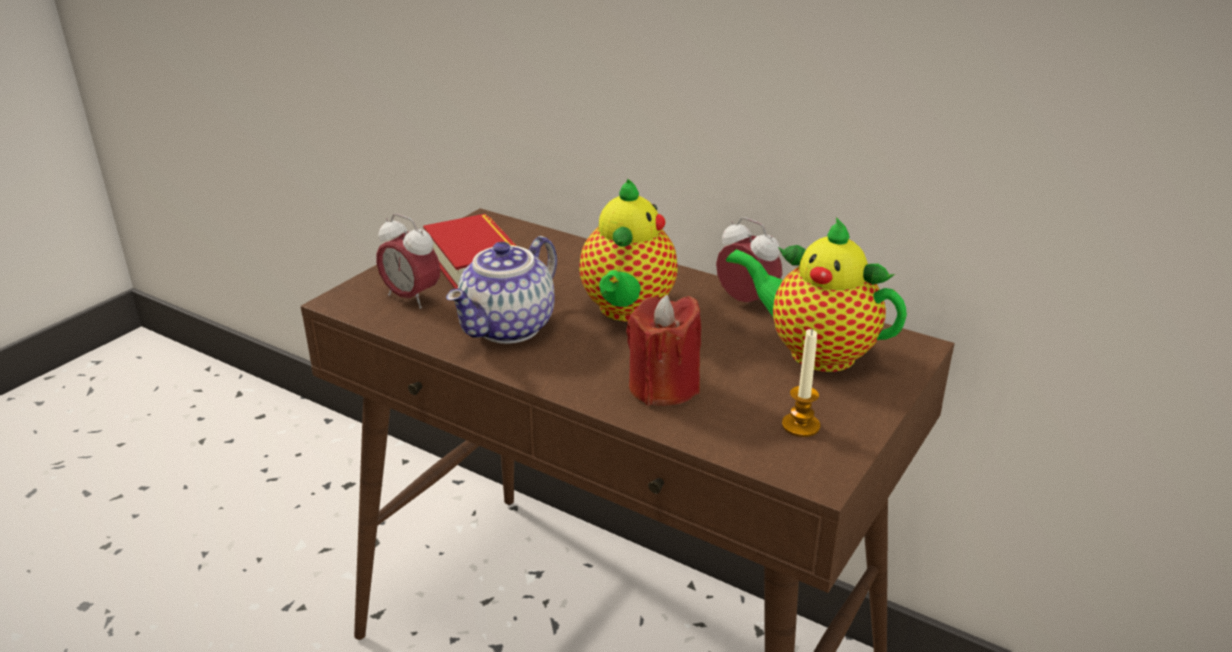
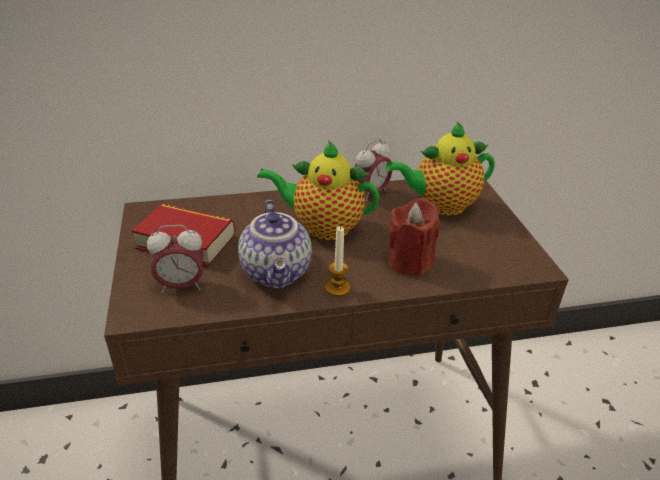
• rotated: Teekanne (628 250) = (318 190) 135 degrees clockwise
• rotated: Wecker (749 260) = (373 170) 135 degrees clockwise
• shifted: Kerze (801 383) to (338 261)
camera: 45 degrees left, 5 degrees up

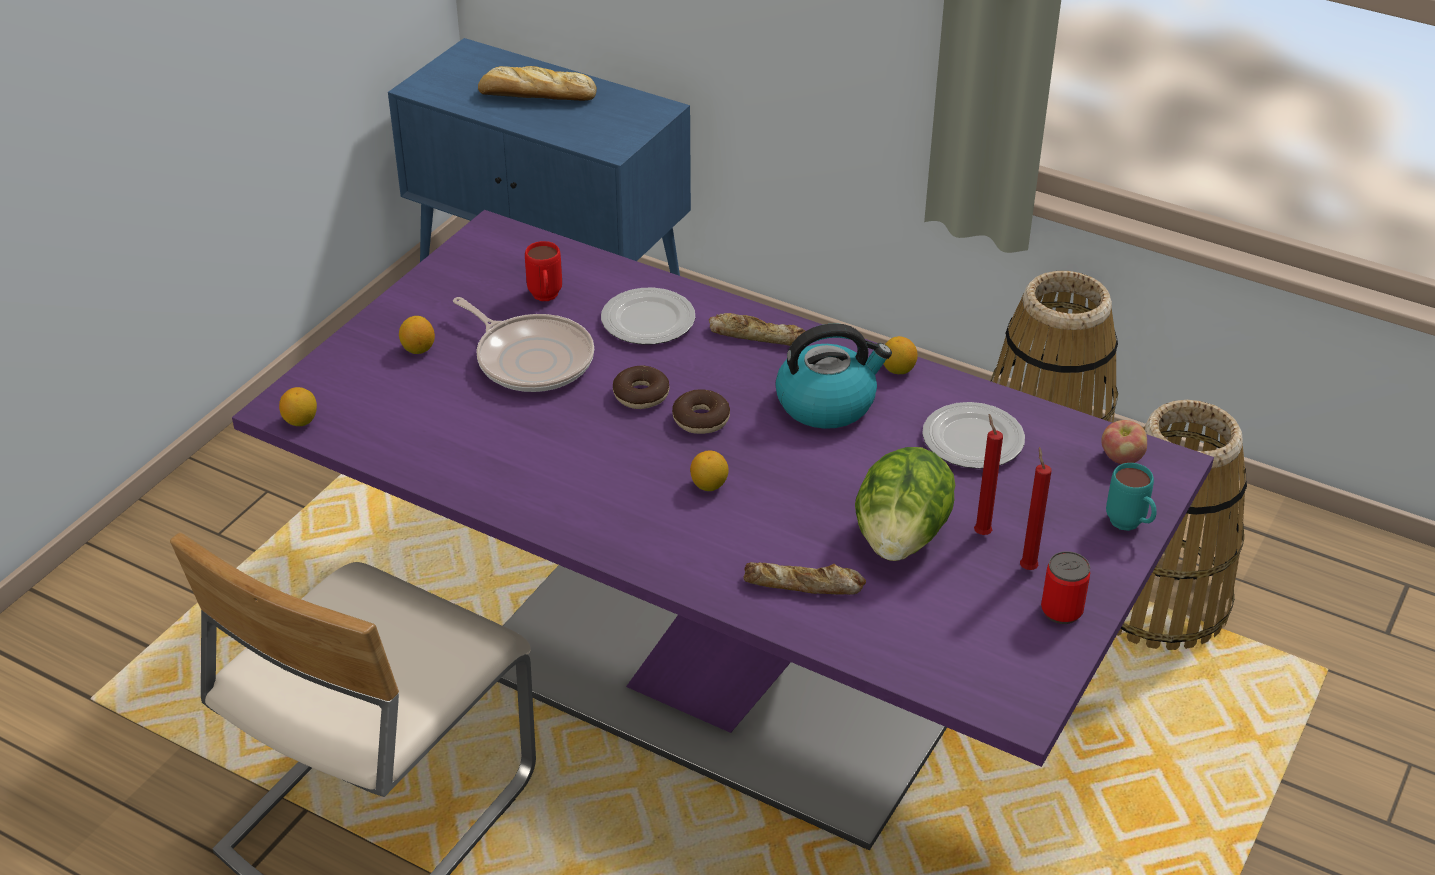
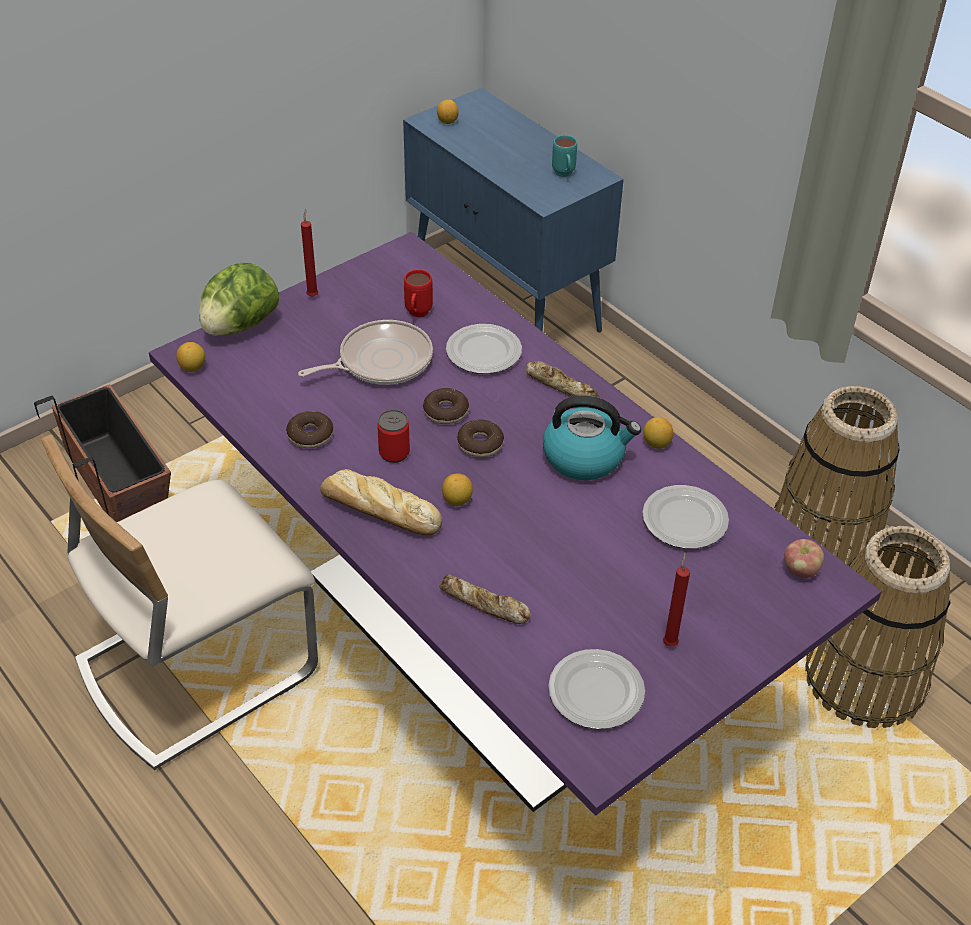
• shifted: Brot (537 83) to (381 502)
• rotated: Pfanne (523 344) = (365 352) 90 degrees counterclockwise
• shifted: Zitrone (417 335) to (448 111)
• shifted: Kerze [rot] (988 474) to (310 253)
• shifted: Salatkopf (905 504) to (239 299)
• shifted: Henkelbecher [türkis] (1131 497) to (564 156)
• shifted: Dose (1065 587) to (393 436)
• new: Pflanzkübel (102 453)
• new: Donut (309 429)
• new: Teller (596 689)
camera: 20 degrees right, 5 degrees up

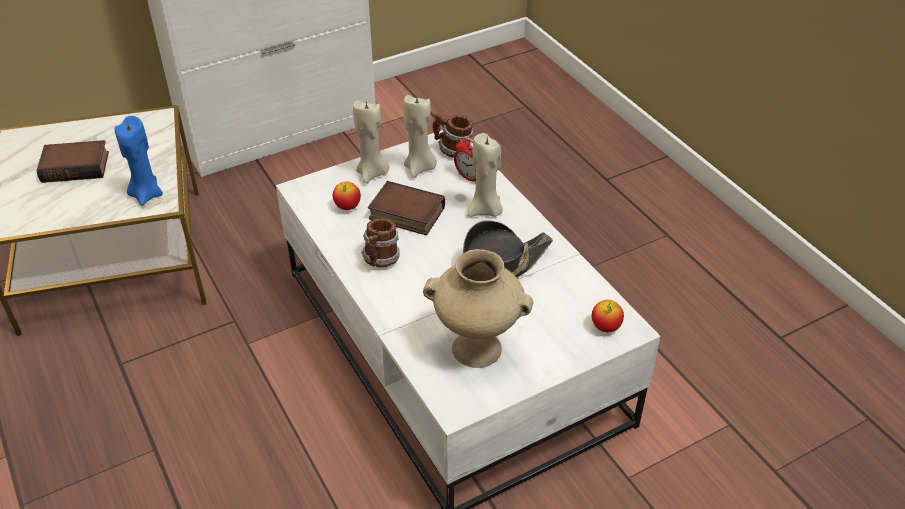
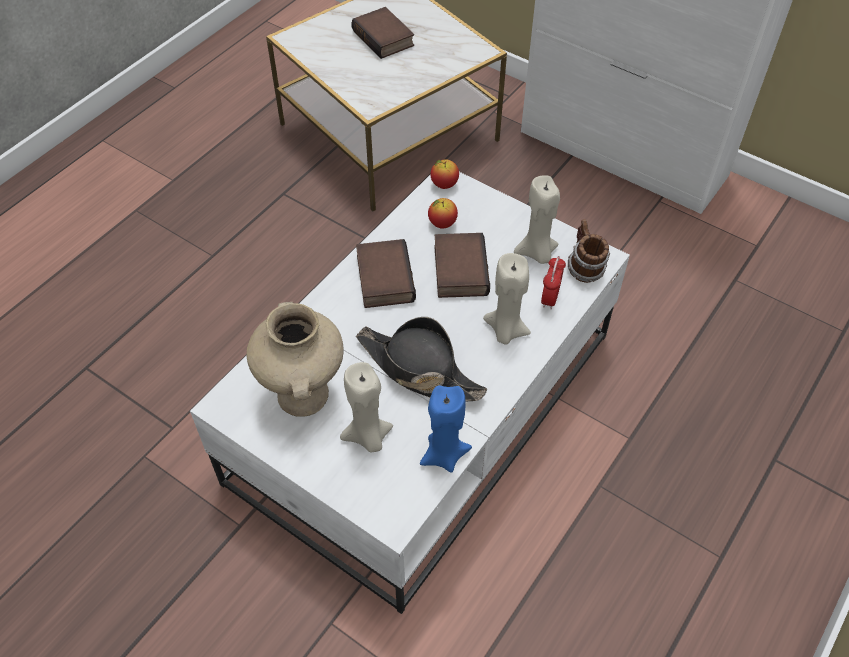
• shifted: Kerze [beige] (371 142) to (366 407)
• shifted: Kerze [blau] (139 161) to (446 428)
• swapped: Henkelbecher (380 242) to Buch (386 273)
• shifted: Apfel (608 316) to (444 174)
camera: 65 degrees right, 10 degrees up

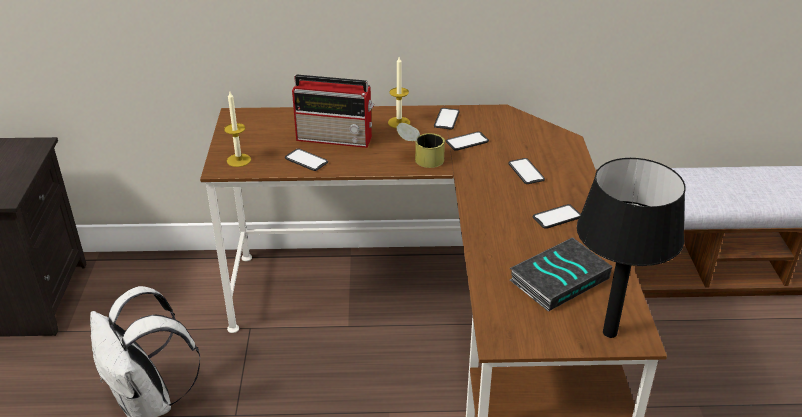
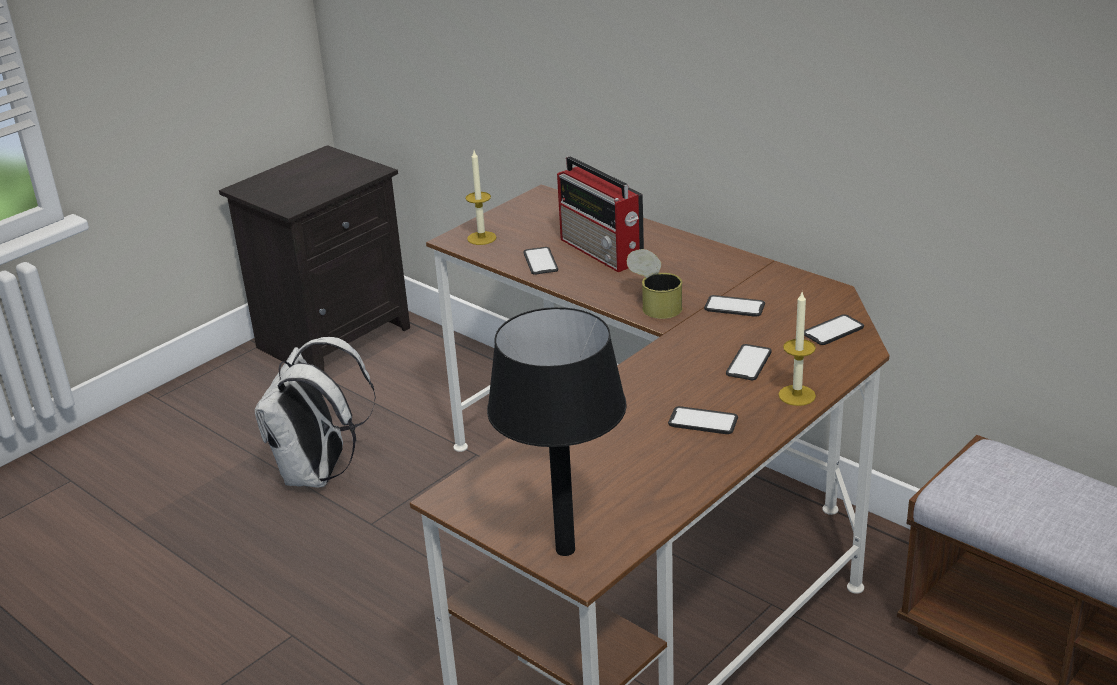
• shifted: Kerze (399 92) to (797 349)
• shifted: Handy (447 119) to (834 329)
• gone: Buch (561 274)
camera: 45 degrees right, 5 degrees down

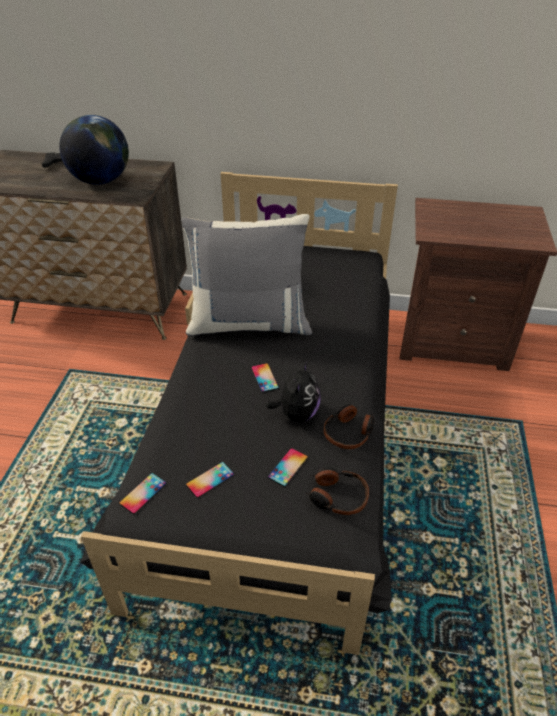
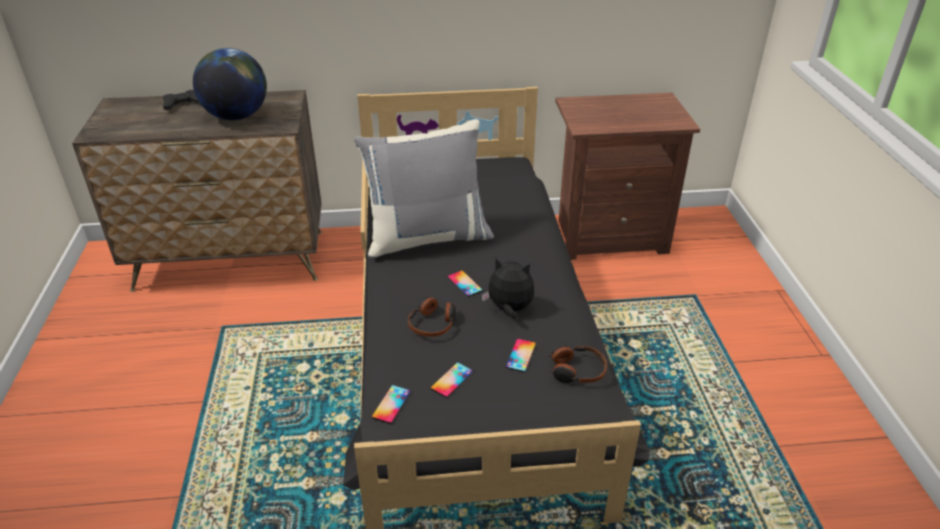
• rotated: Plüschtier (293 391) = (508 288) 75 degrees counterclockwise
• shifted: Kopfhörer (349 426) to (432 317)
camera: 15 degrees left, 5 degrees down

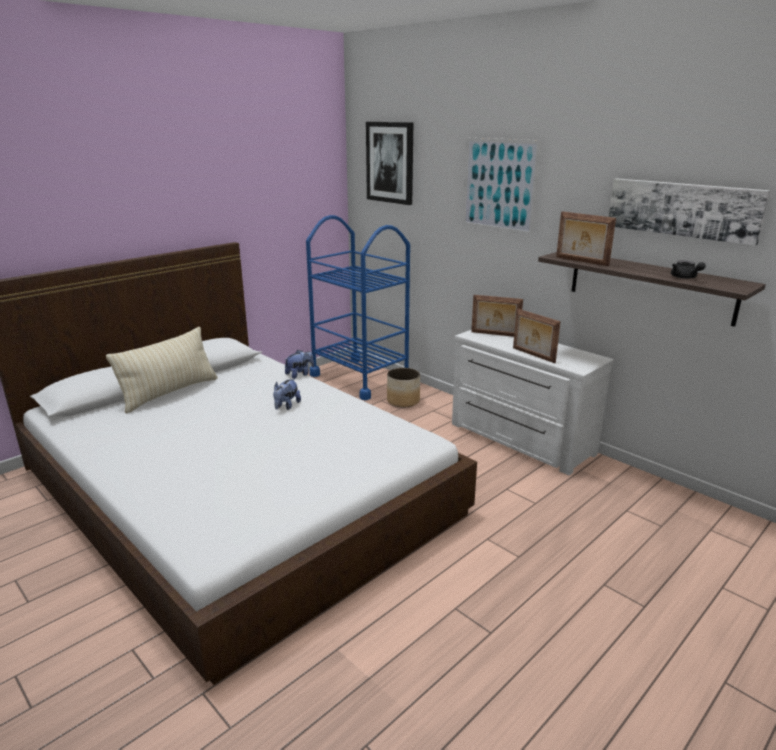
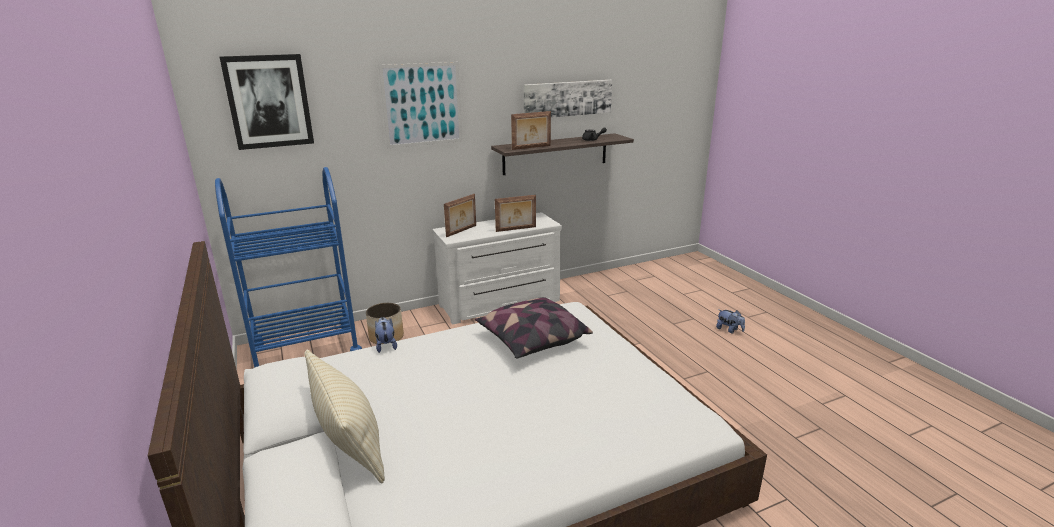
• shifted: Plüschtier (287 394) to (730 321)
• new: Kissen (534 328)
camera: 70 degrees left, 0 degrees up

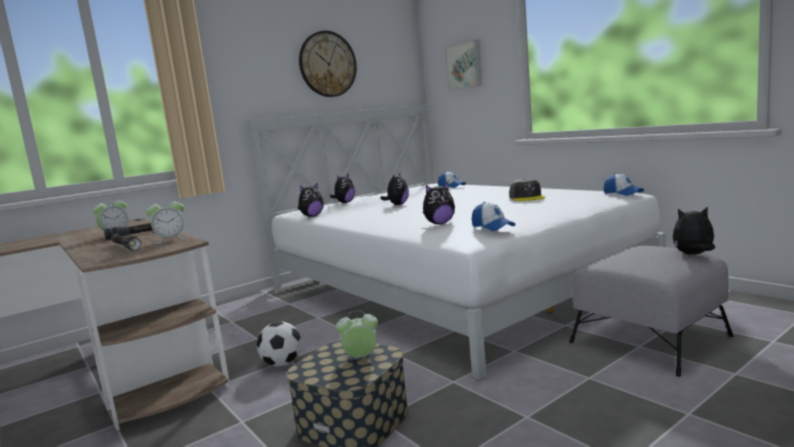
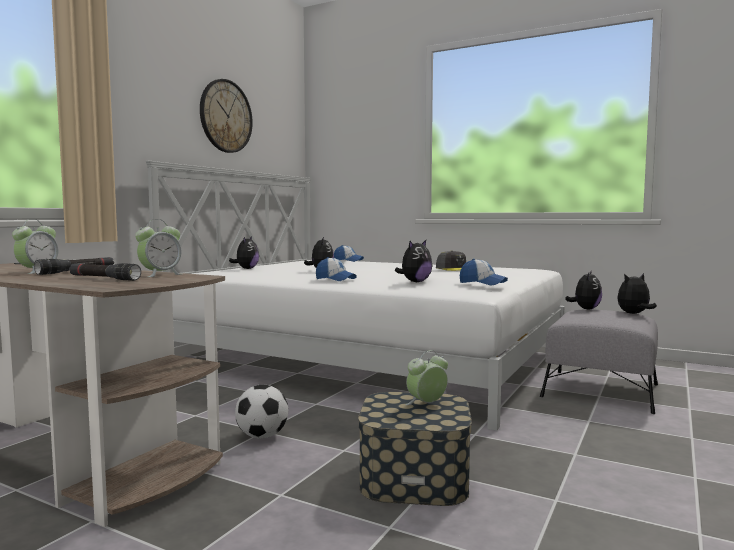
• gone: Bild (463 65)
• shifted: Kappe (623 184) to (336 269)
• shifted: Plüschtier (310 200) to (583 289)
camera: 25 degrees left, 5 degrees down

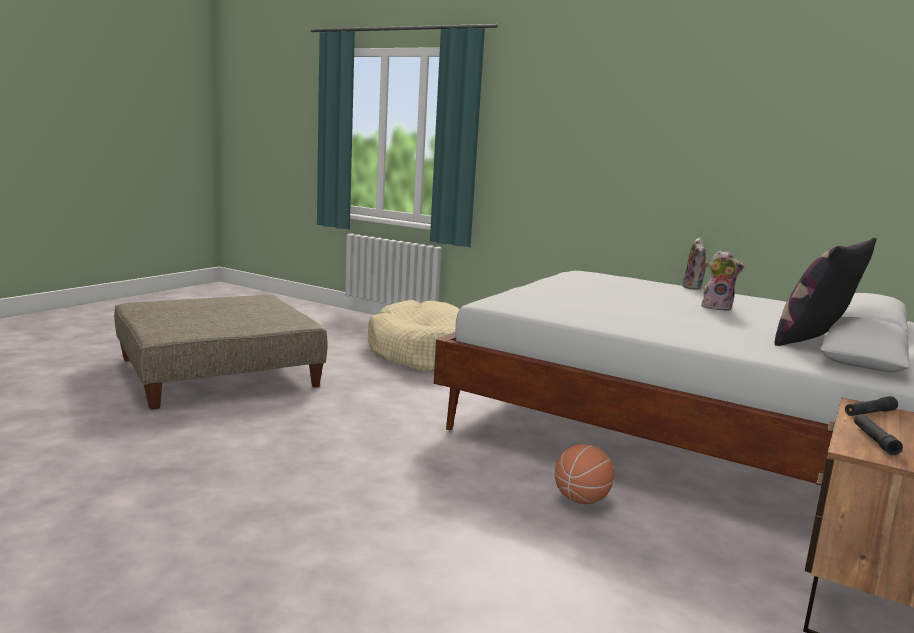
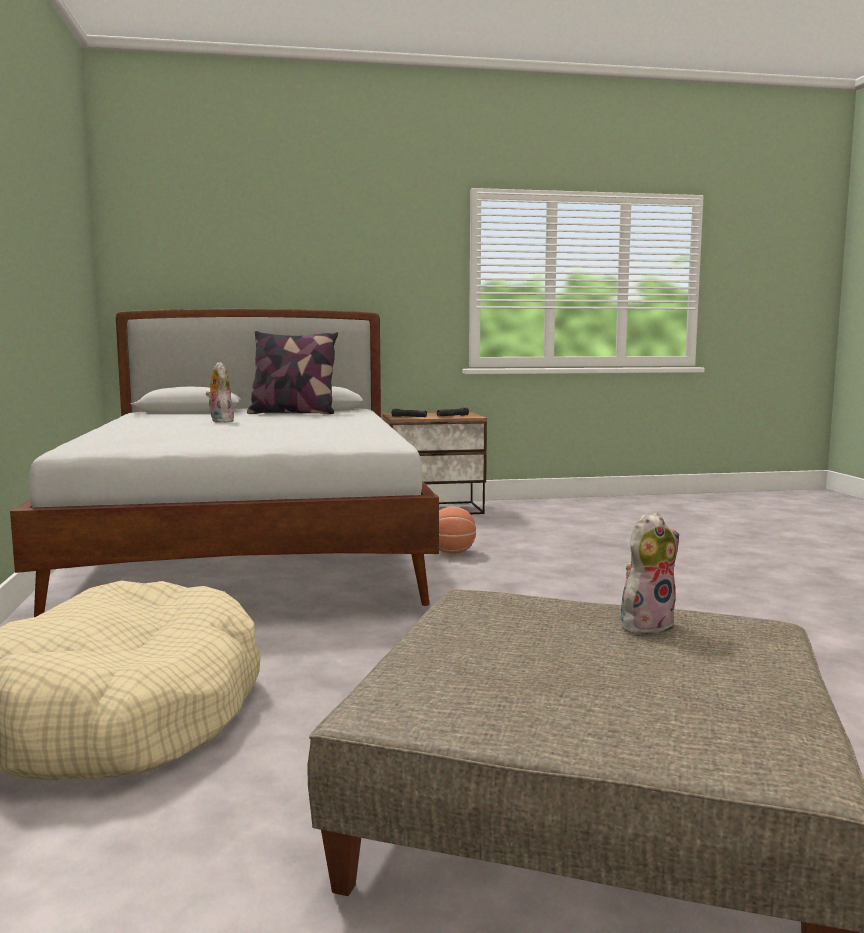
• shifted: Plüschtier (696 263) to (650 574)
camera: 130 degrees left, 5 degrees down

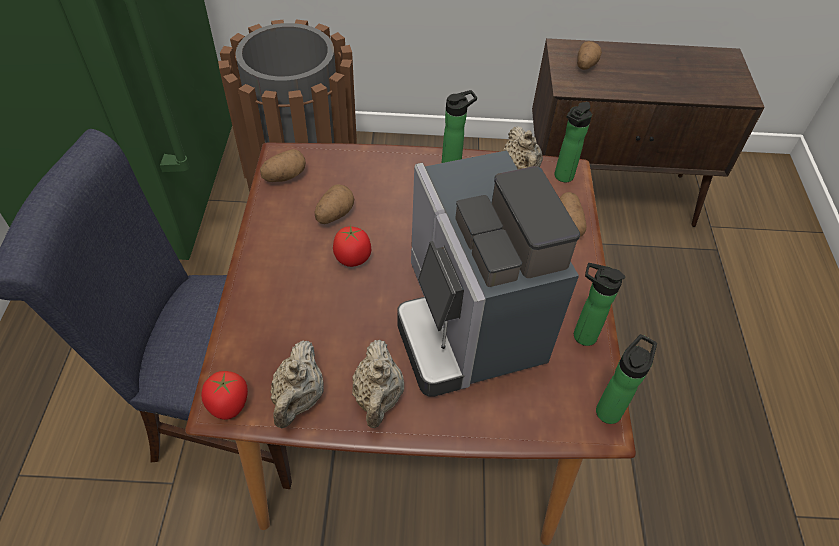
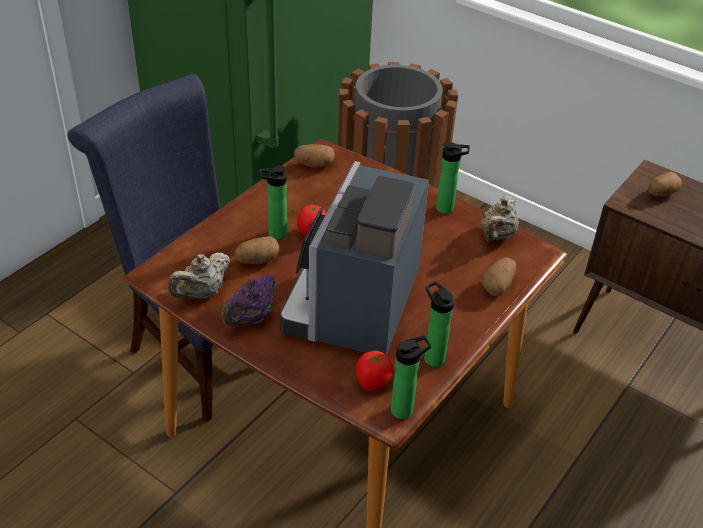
• shifted: Flasche (573 142) to (273 203)
• shifted: Kartoffel (334 204) to (257 250)
• repainted: Teekanne [beige] (378 384) to Teekanne [lila] (248 300)
• shifted: Tomate (224 395) to (374 371)
camera: 35 degrees right, 10 degrees down

